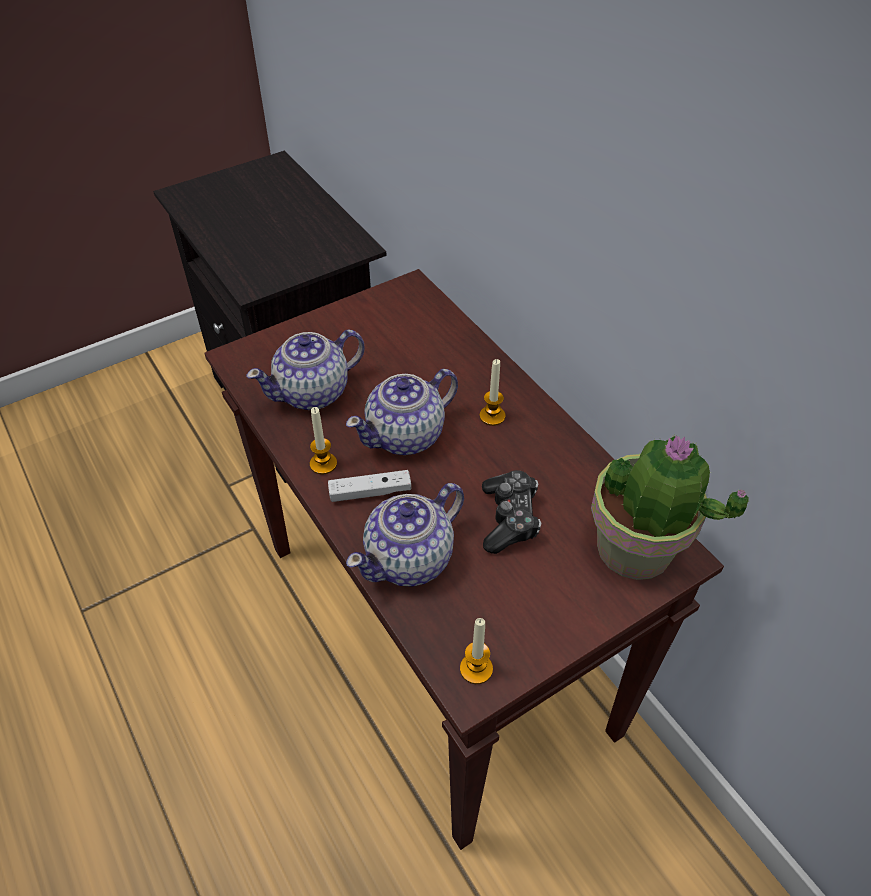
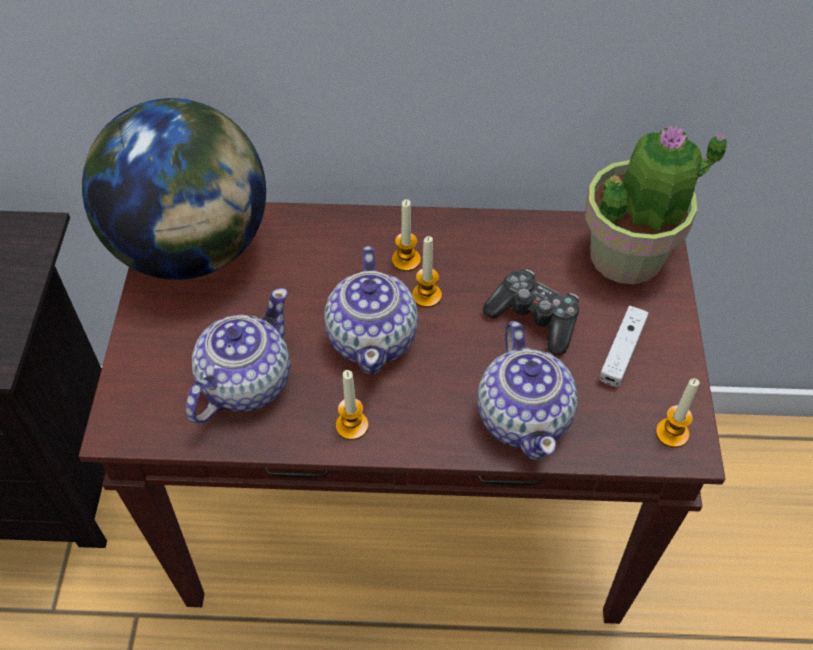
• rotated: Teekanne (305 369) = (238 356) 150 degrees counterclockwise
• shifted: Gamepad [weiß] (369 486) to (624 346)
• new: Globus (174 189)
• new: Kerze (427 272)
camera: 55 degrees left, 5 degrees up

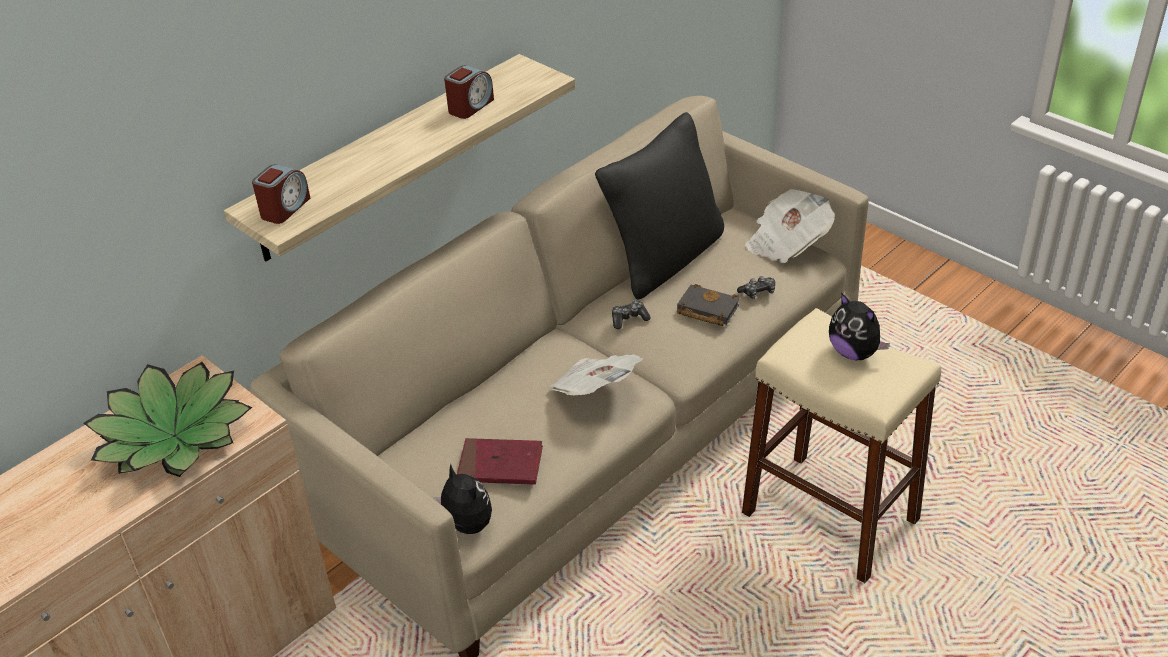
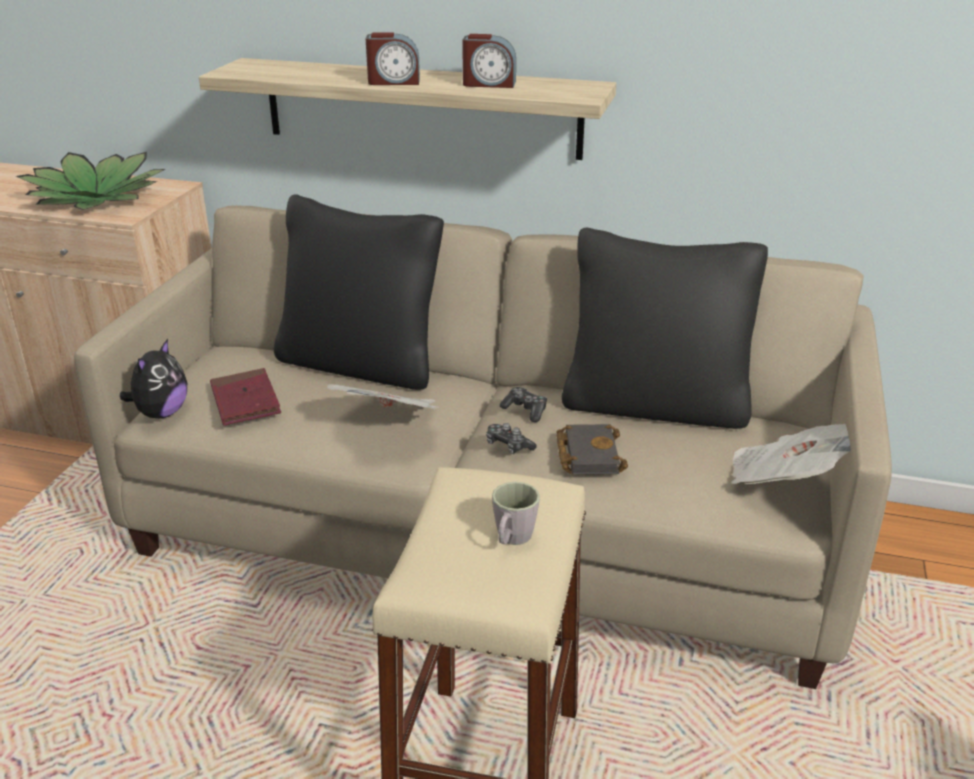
• shifted: Wecker (281 194) to (393 58)
• shifted: Gamepad (756 287) to (511 438)
• swapped: Plüschtier (859 326) to Henkelbecher [grau] (516 513)
• new: Kissen [schwarz] (359 292)
camera: 60 degrees right, 10 degrees down

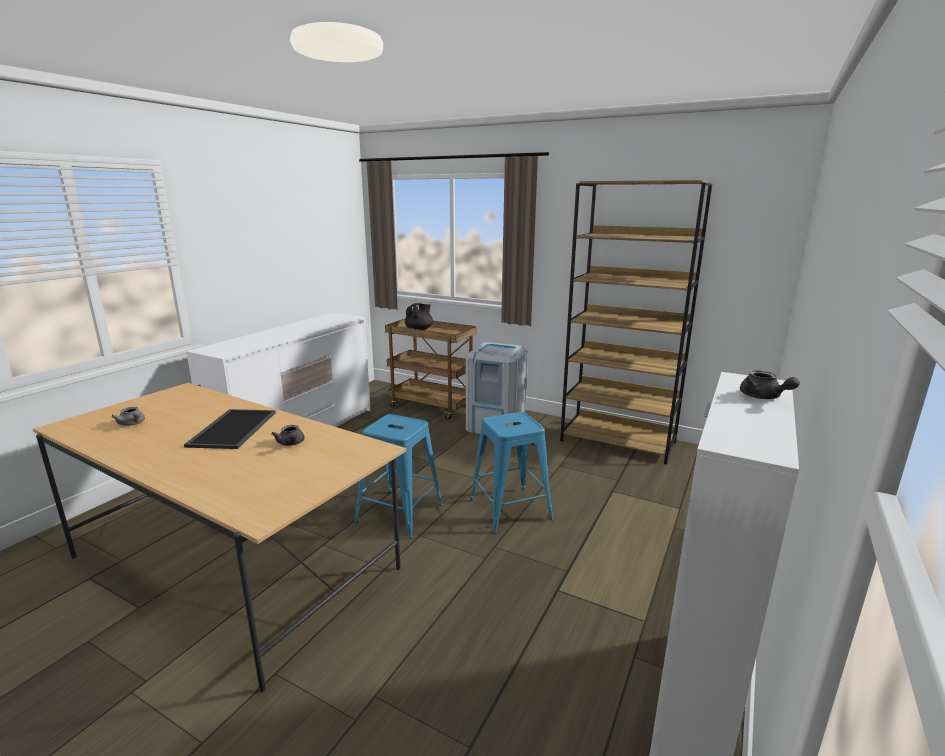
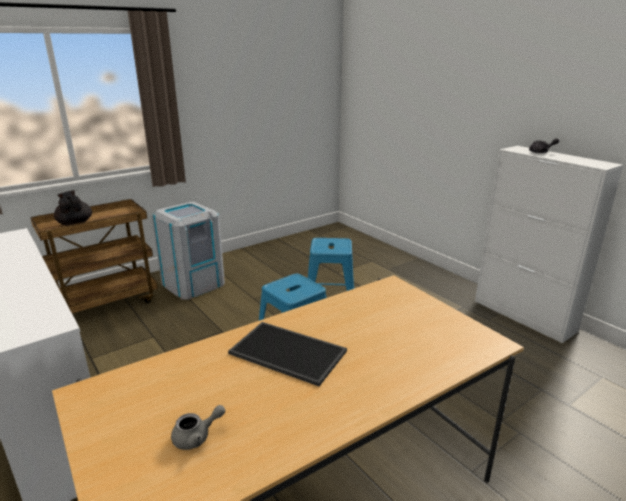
• gone: Bücherregal [braun] (636 322)
• gone: Teekanne [grau] (288 435)
camera: 65 degrees left, 5 degrees up

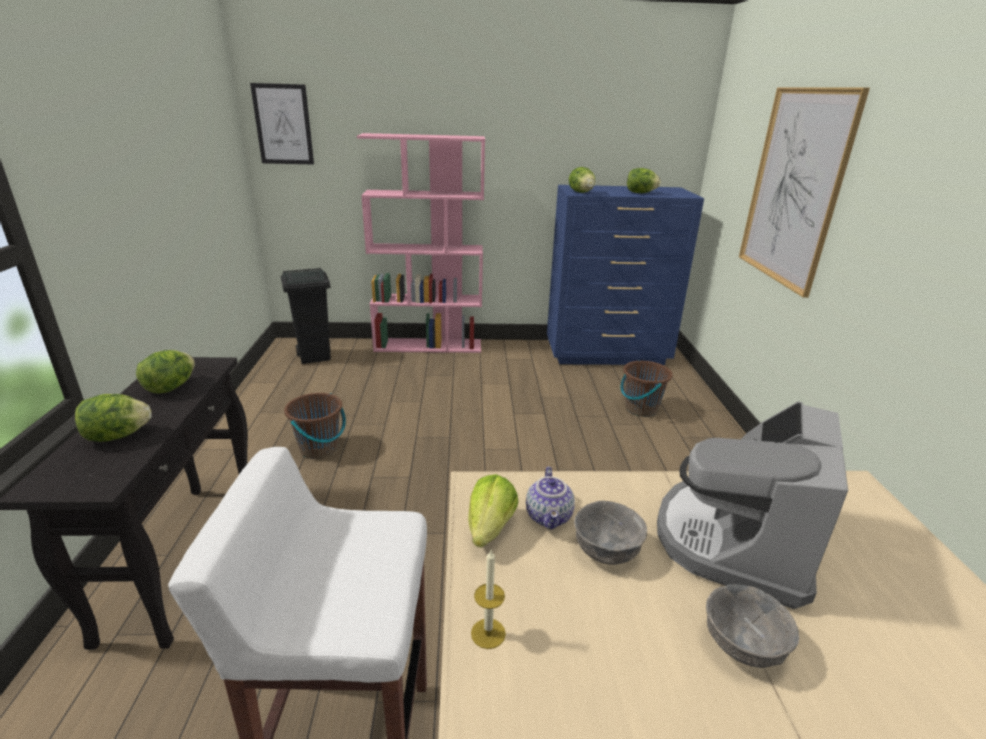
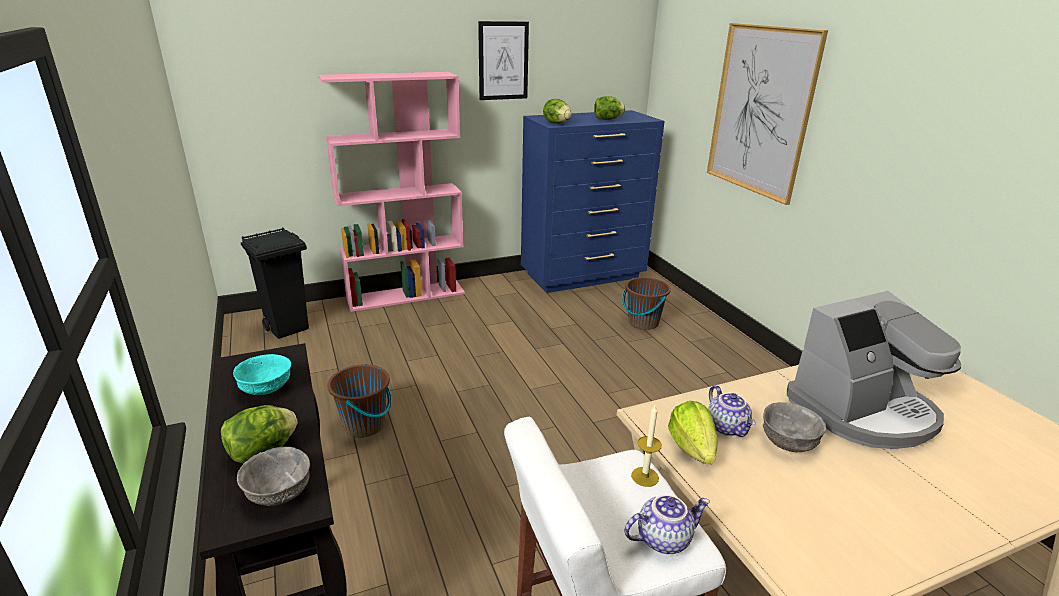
• shifted: Bild (282 124) to (503 60)
• swapped: Salatkopf (165 371) to Schüssel [türkis] (262 374)
• rotated: Kaffeemaschine (752 505) = (874 370) 120 degrees counterclockwise
• shifted: Kerze (488 599) to (646 446)
• shifted: Schüssel [grau] (752 626) to (273 476)
• new: Teekanne (667 524)
camera: 20 degrees left, 0 degrees up

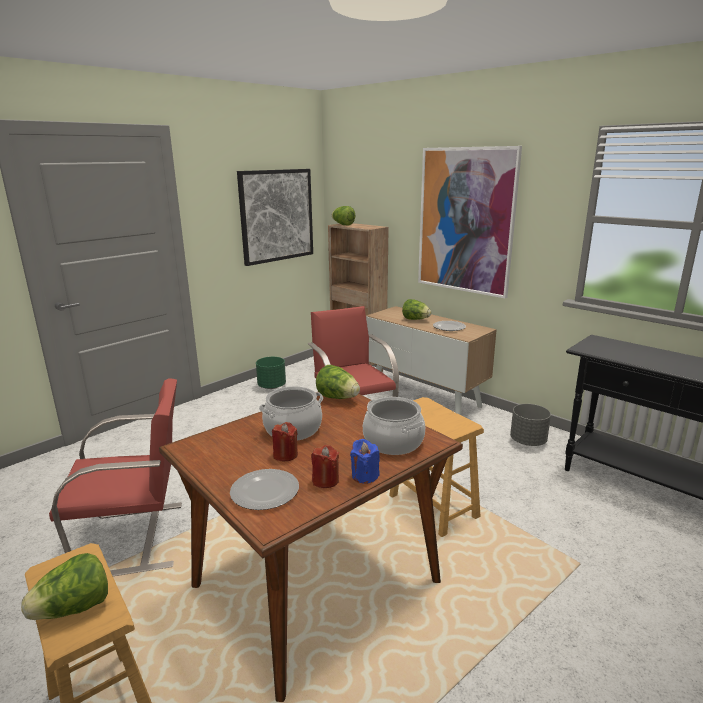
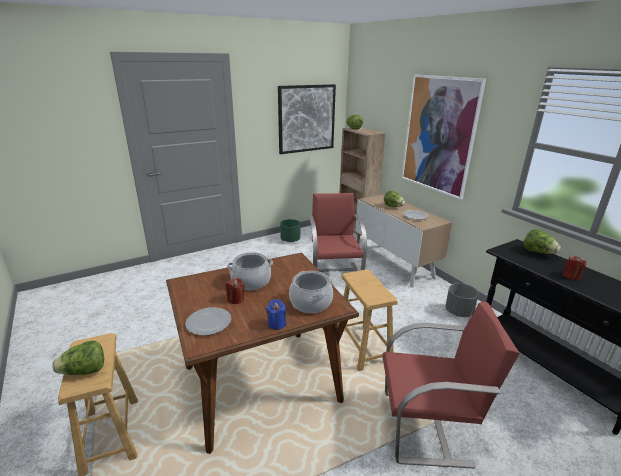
• shifted: Salatkopf (338 382) to (542 241)
• shifted: Stuhl [rot] (115 477) to (451 385)
• shifted: Kerze [rot] (325 466) to (575 268)
camera: 15 degrees right, 5 degrees up

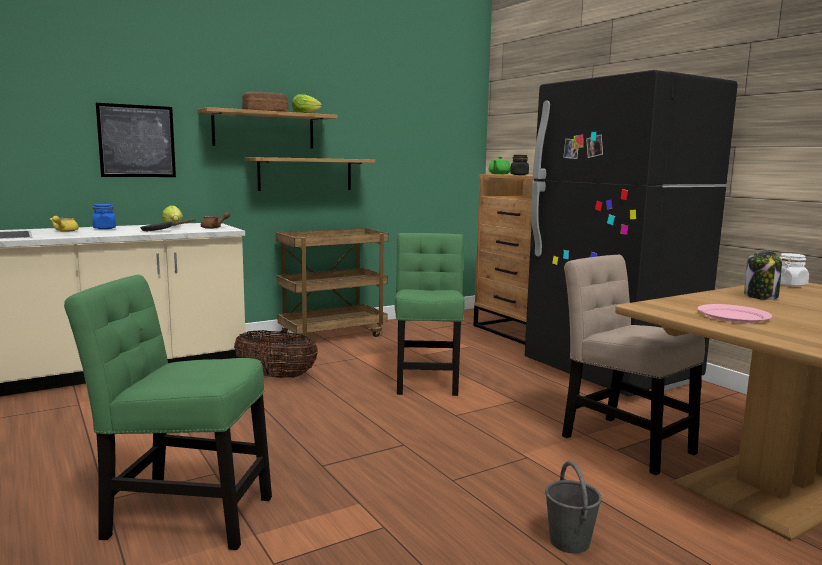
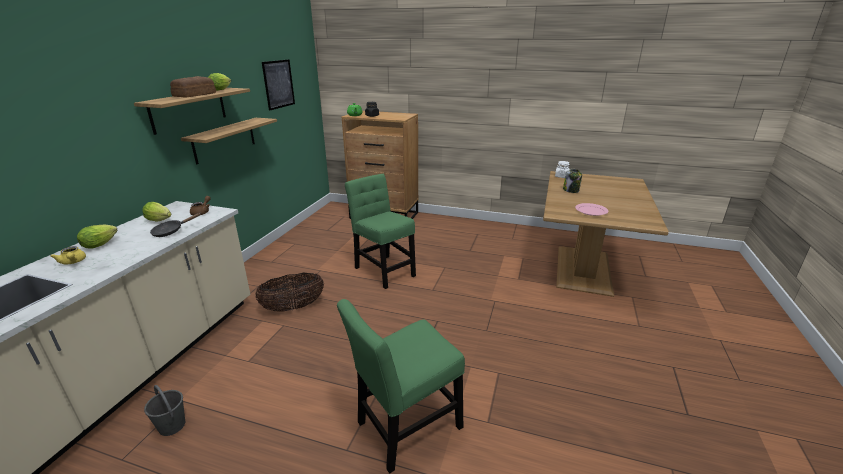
• gone: Kühlschrank [schwarz] (631 233)
• shifted: Bild (135 140) to (278 85)
• swapped: Vorratsglas [blau] (104 216) to Salatkopf (97 236)
• gone: Rollwagen [braun] (332 283)
• gone: Stuhl [beige] (633 365)
• shifted: Eimer [grau] (573 507) to (164 410)
camera: 40 degrees left, 15 degrees up

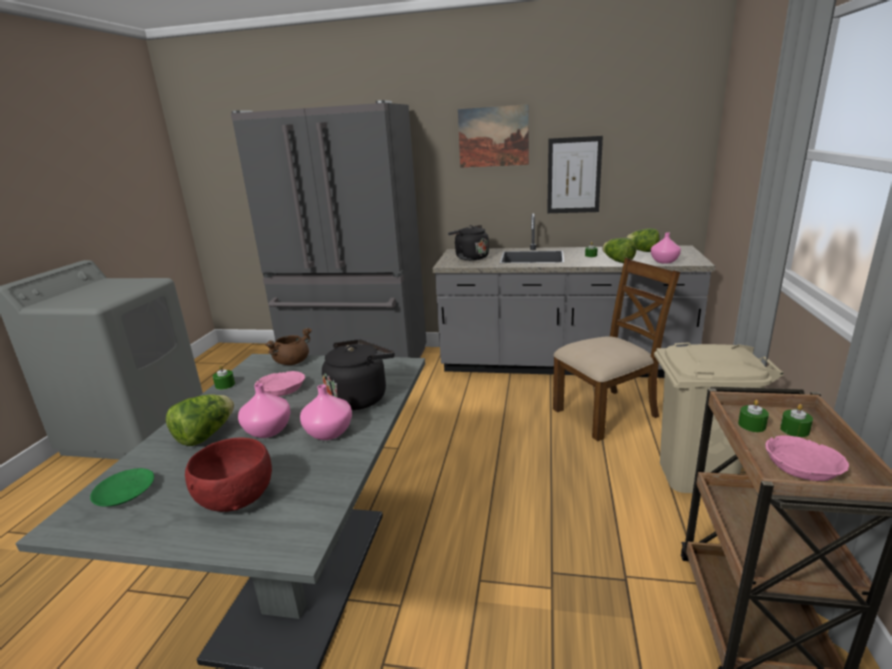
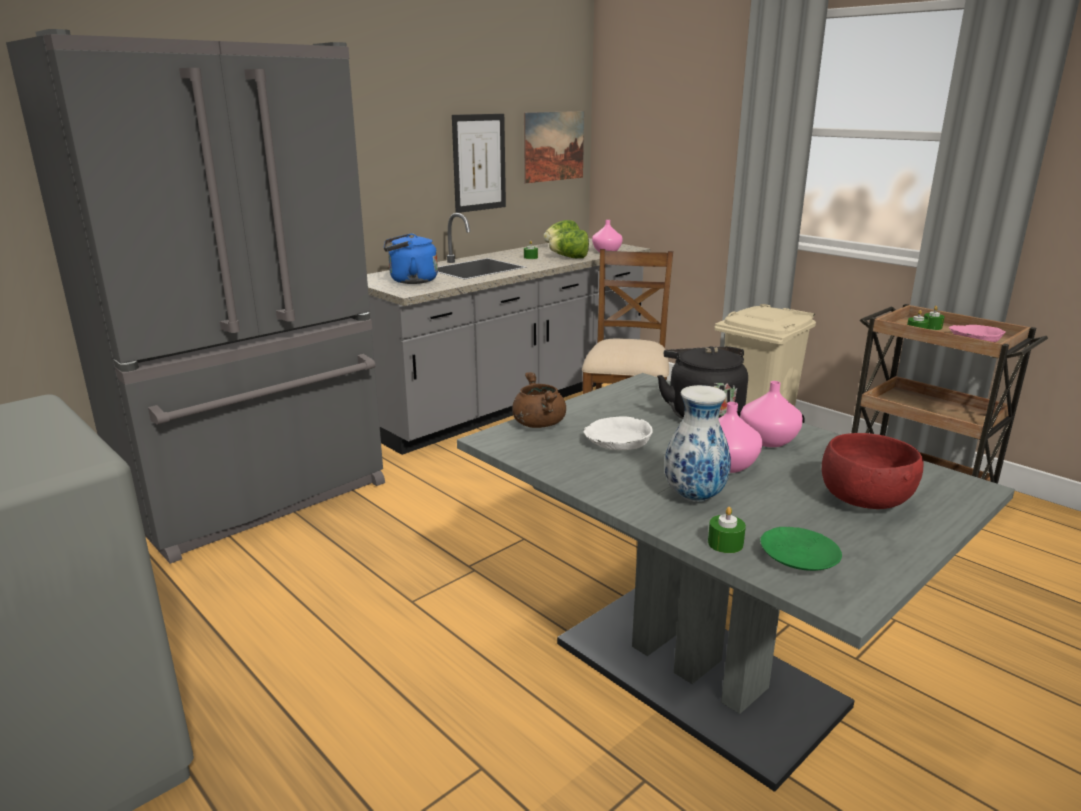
• shifted: Bild (493 136) to (554 147)
• repainted: Wasserkessel [schwarz] (468 243) to Wasserkessel [blau] (411 258)
• shifted: Kerze [grün] (224 377) to (727 530)
• repainted: Schüssel [rosa] (280 383) to Schüssel [weiß] (618 433)
• swapped: Salatkopf (200 420) to Vase (698 443)
camera: 55 degrees left, 0 degrees up

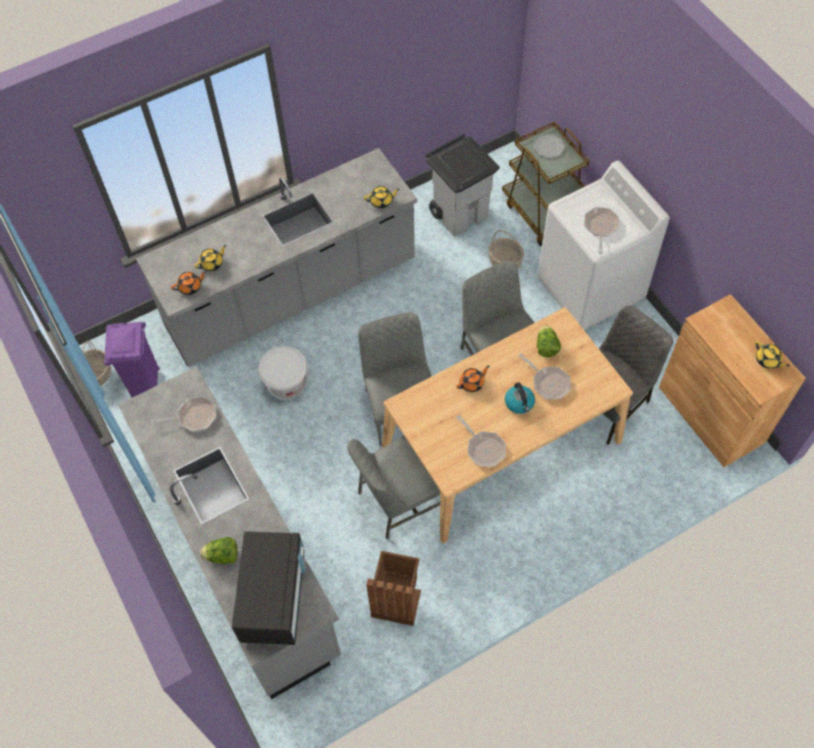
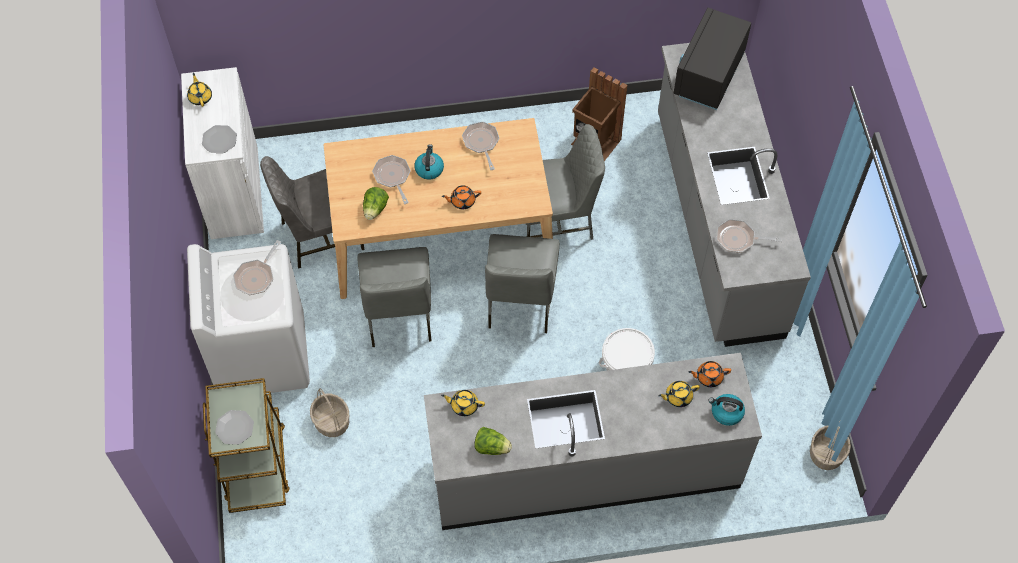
• gone: Mülleimer [grau] (463 185)
• repainted: Schrank [braun] (732 380) to Schrank [weiß] (222 153)
• gone: Mülleimer [lila] (132 359)
• shifted: Salatkopf (219 550) to (493 441)
• new: Teller (219 139)
• new: Wasserkessel (726 410)
camera: 160 degrees left, 0 degrees up

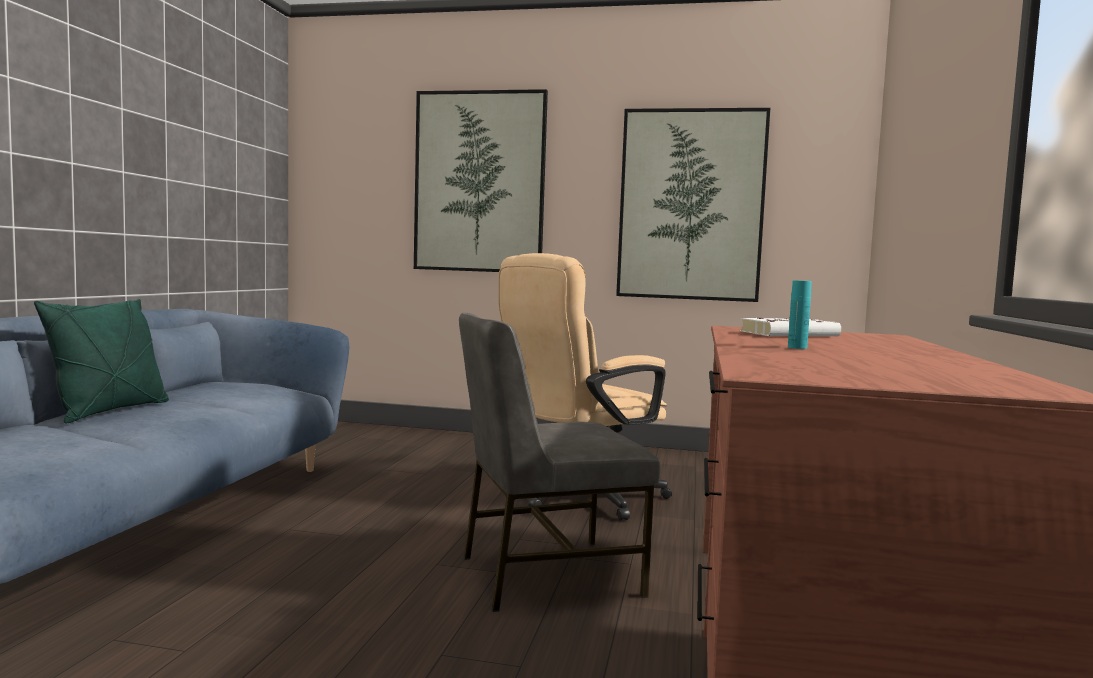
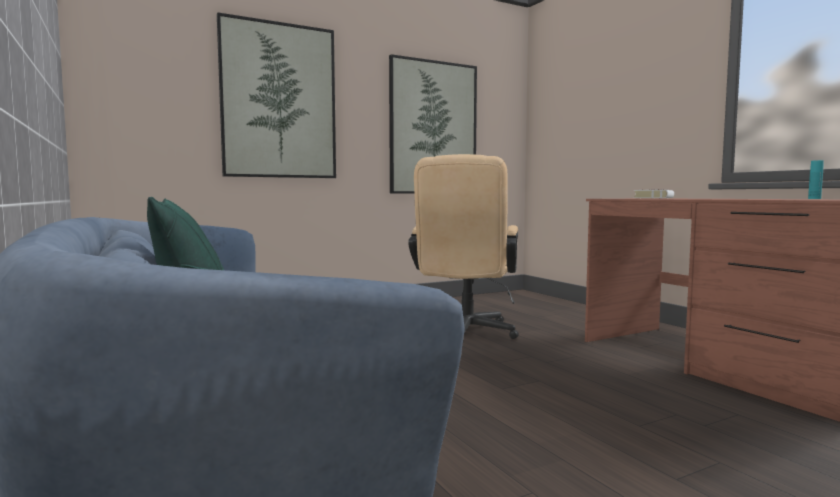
• shifted: Flasche [türkis] (799 314) to (816 179)
• gone: Stuhl [grau] (559 462)
camera: 40 degrees left, 0 degrees up

